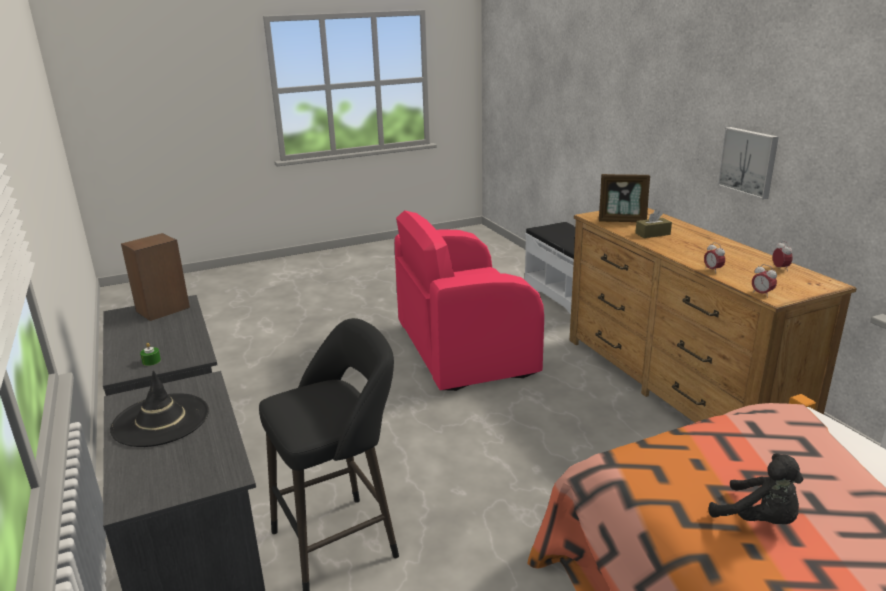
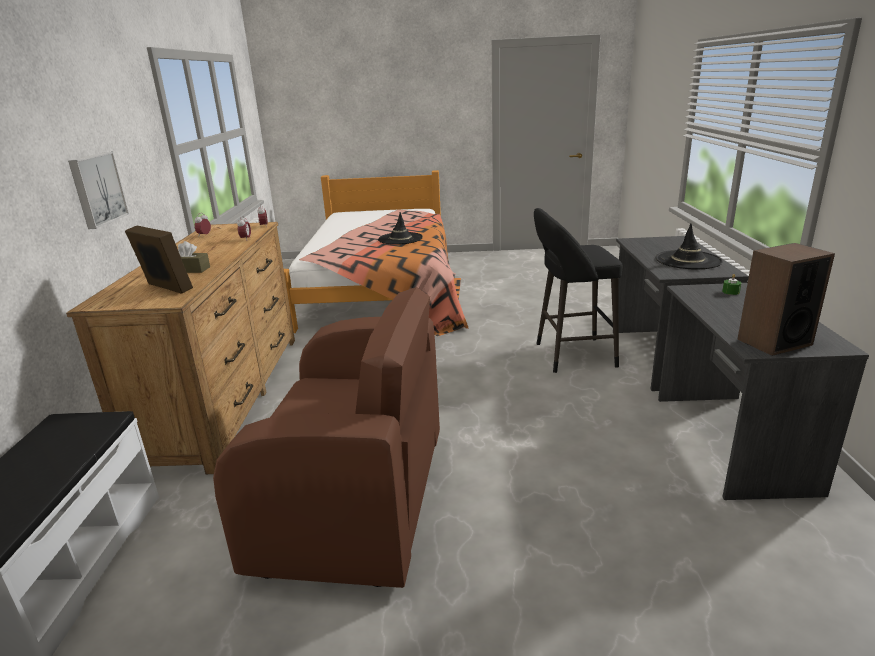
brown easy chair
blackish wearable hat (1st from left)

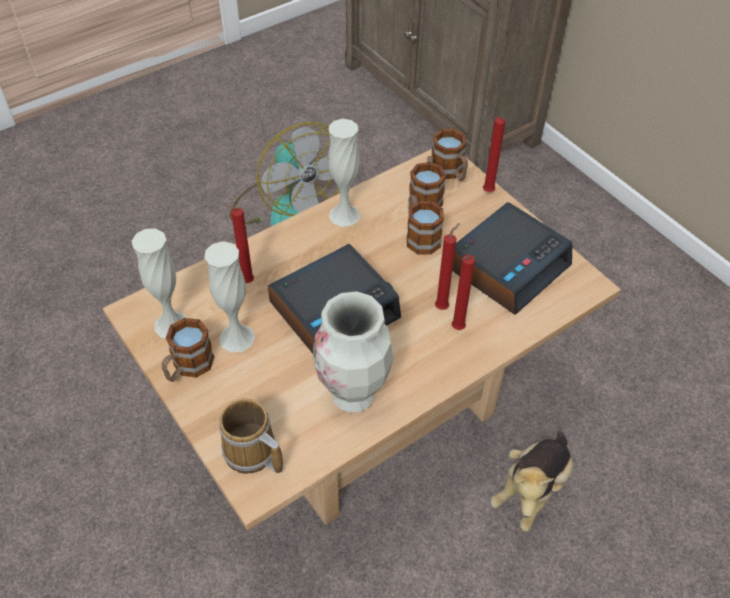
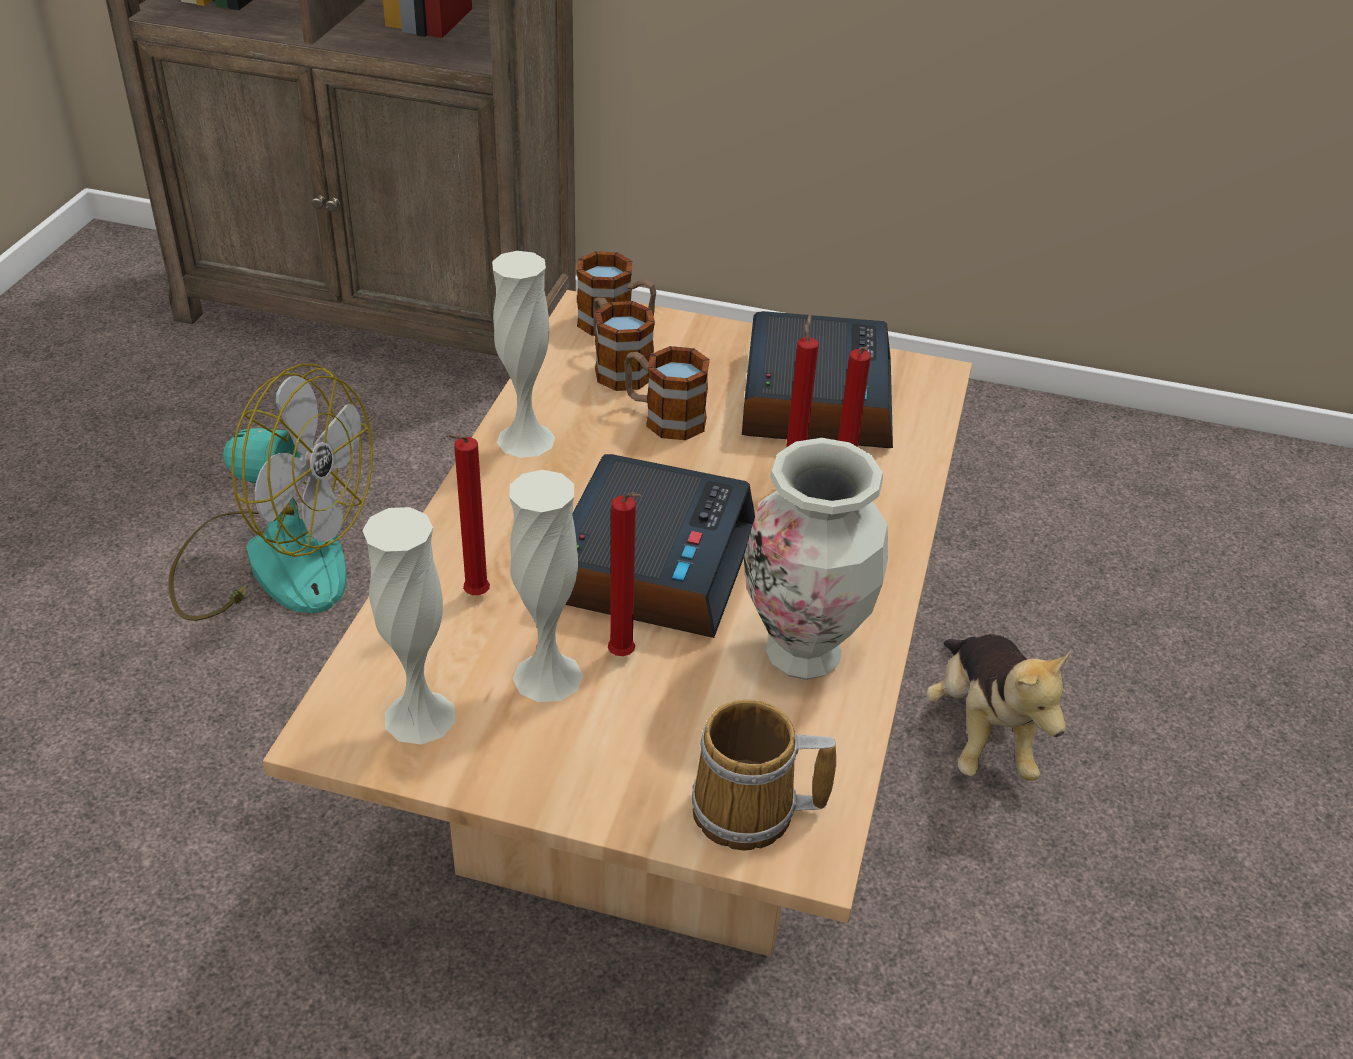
red-coloured candle (2nd from left)
mug (1st from left in the first image)

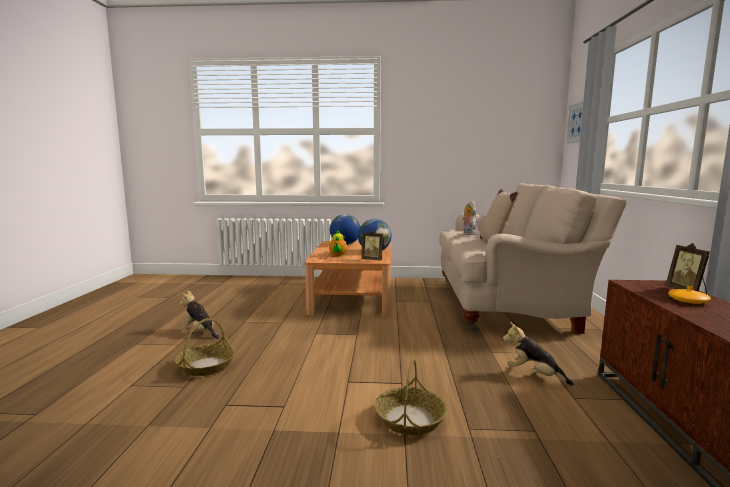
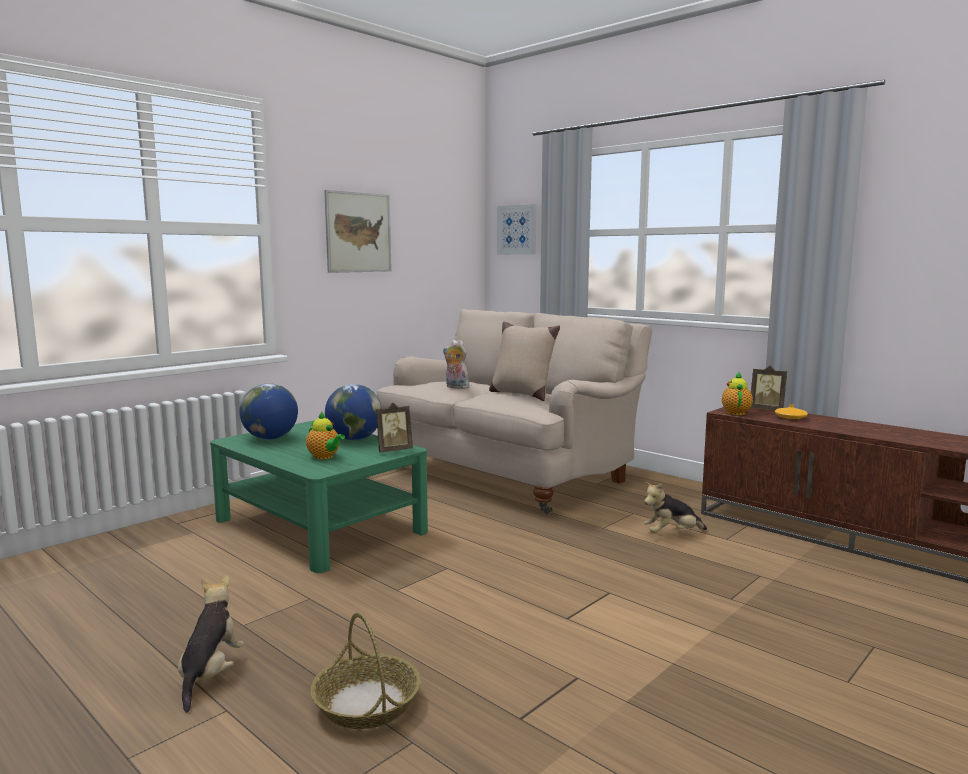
soft toy (1st from left)
greenish coffee table
picture (1st from left)
pot for tea (2nd from left)
household basket (2nd from left in the first image)

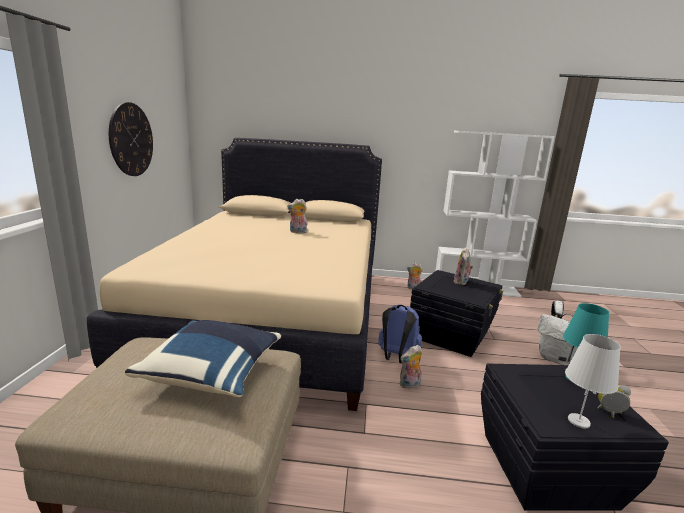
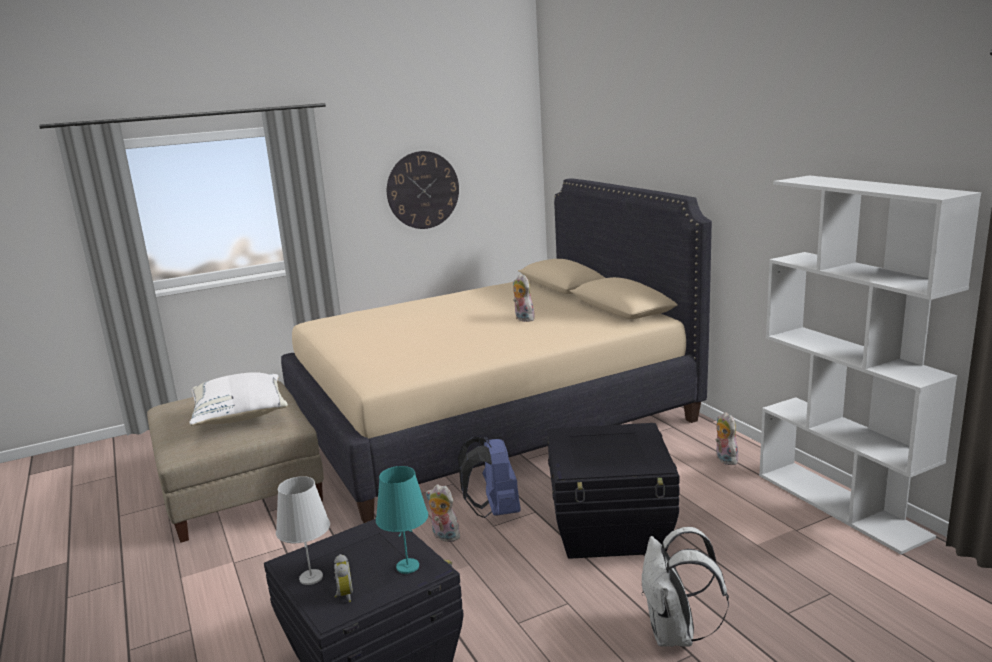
white throw pillow
soft toy (4th from left in the first image)

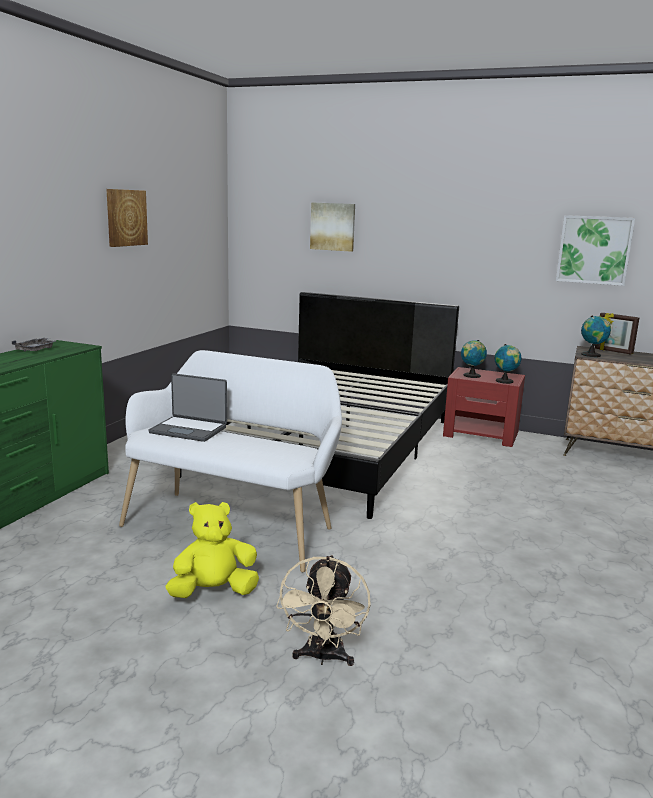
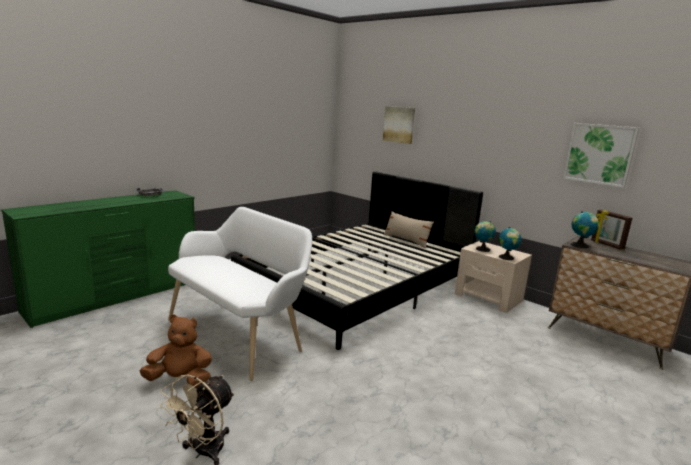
brown soft toy
beige throw pillow
beige nightstand
picture (1st from left in the first image)
portable computer

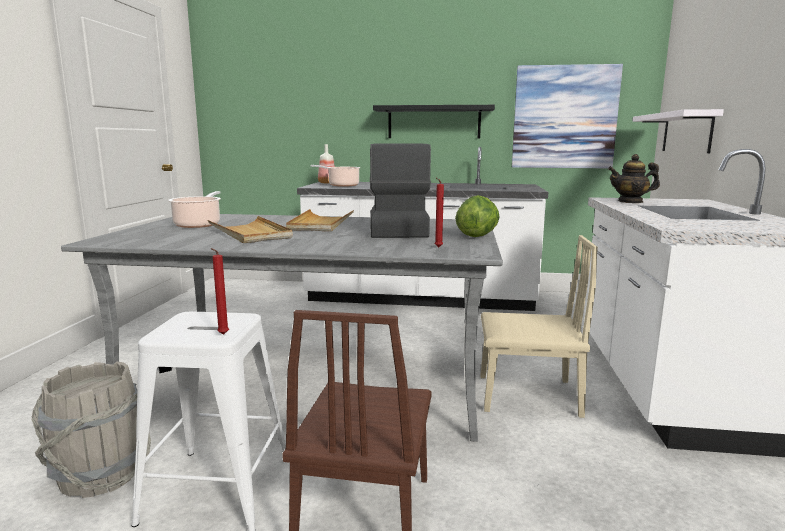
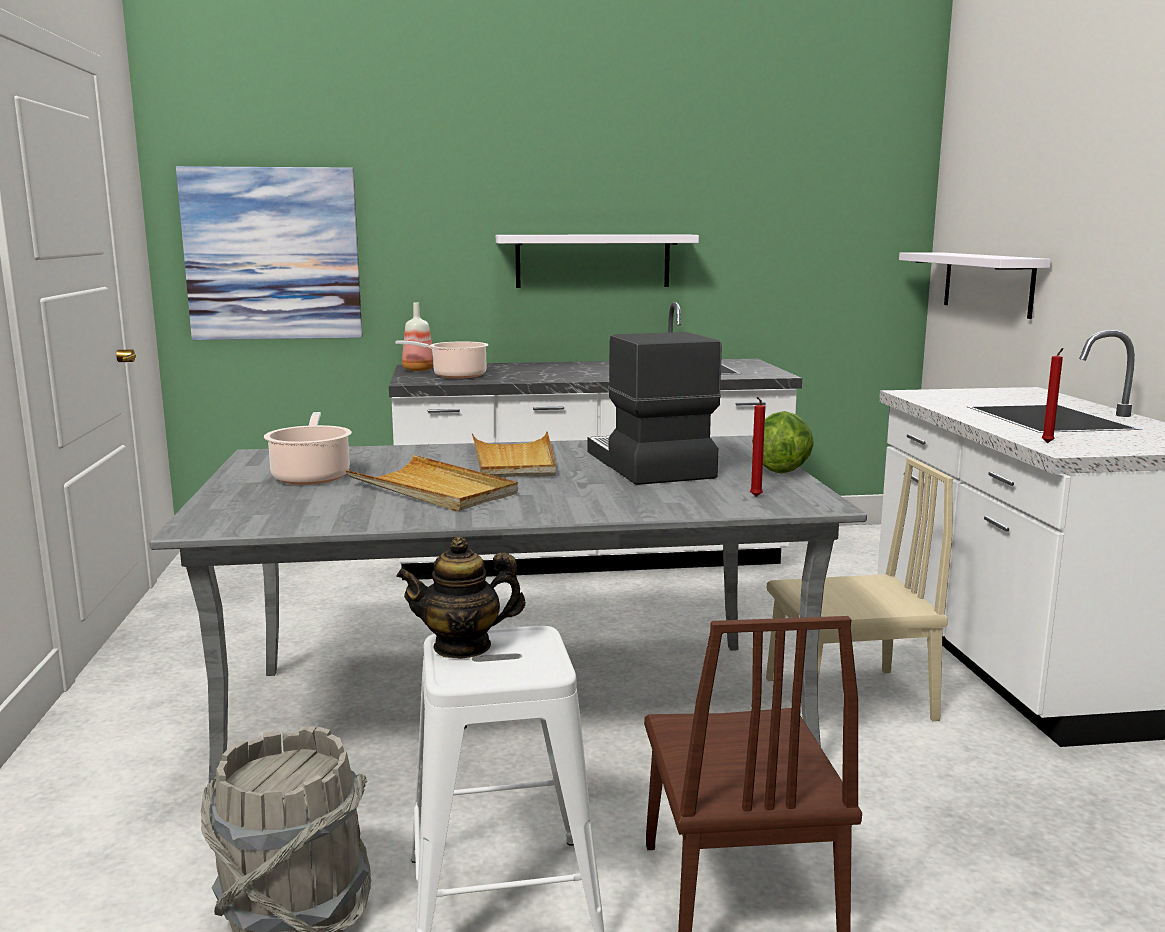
picture
pot for tea
white bracket shelf (1st from left)
red-coloured candle (2nd from left)

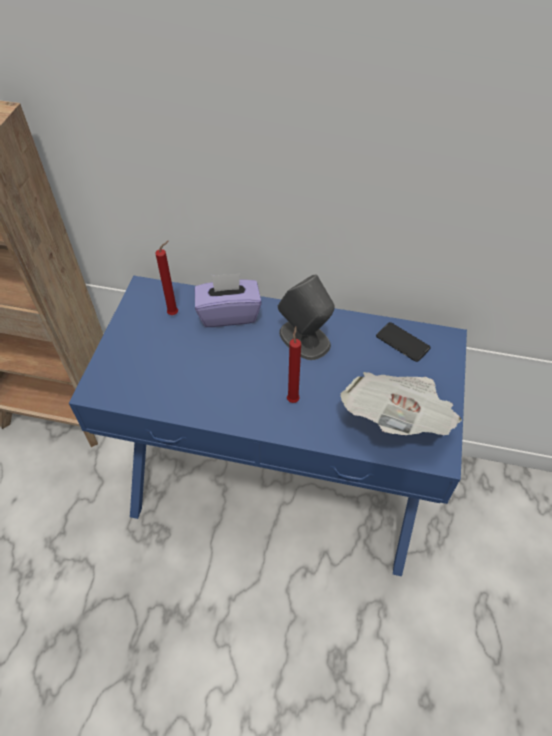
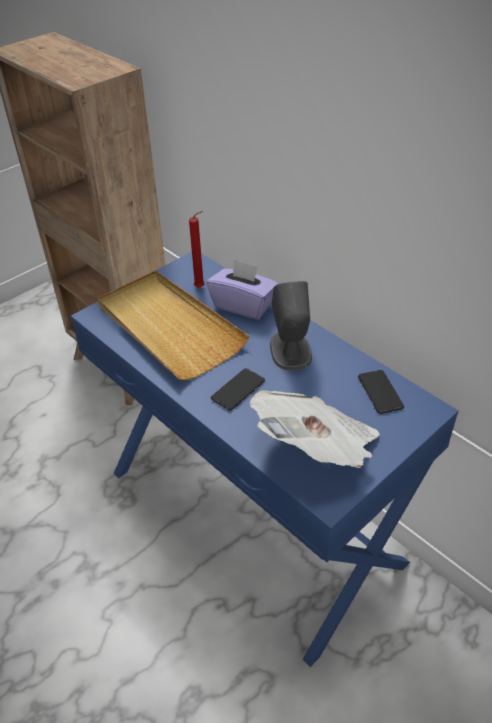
beige tray
handset (1st from left)

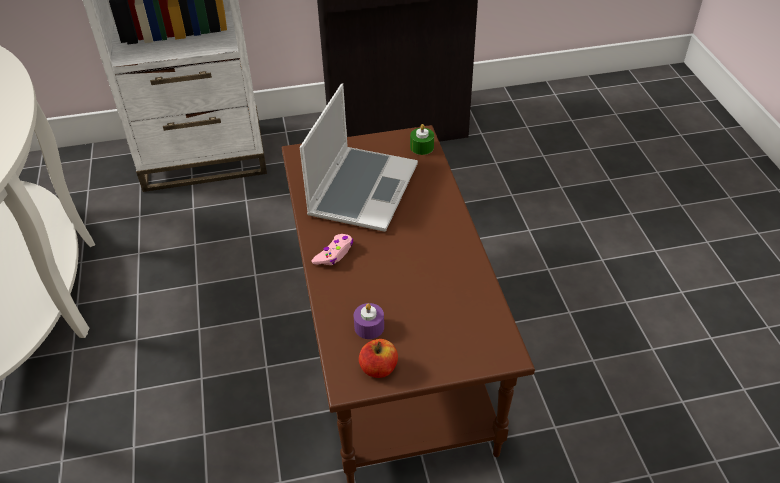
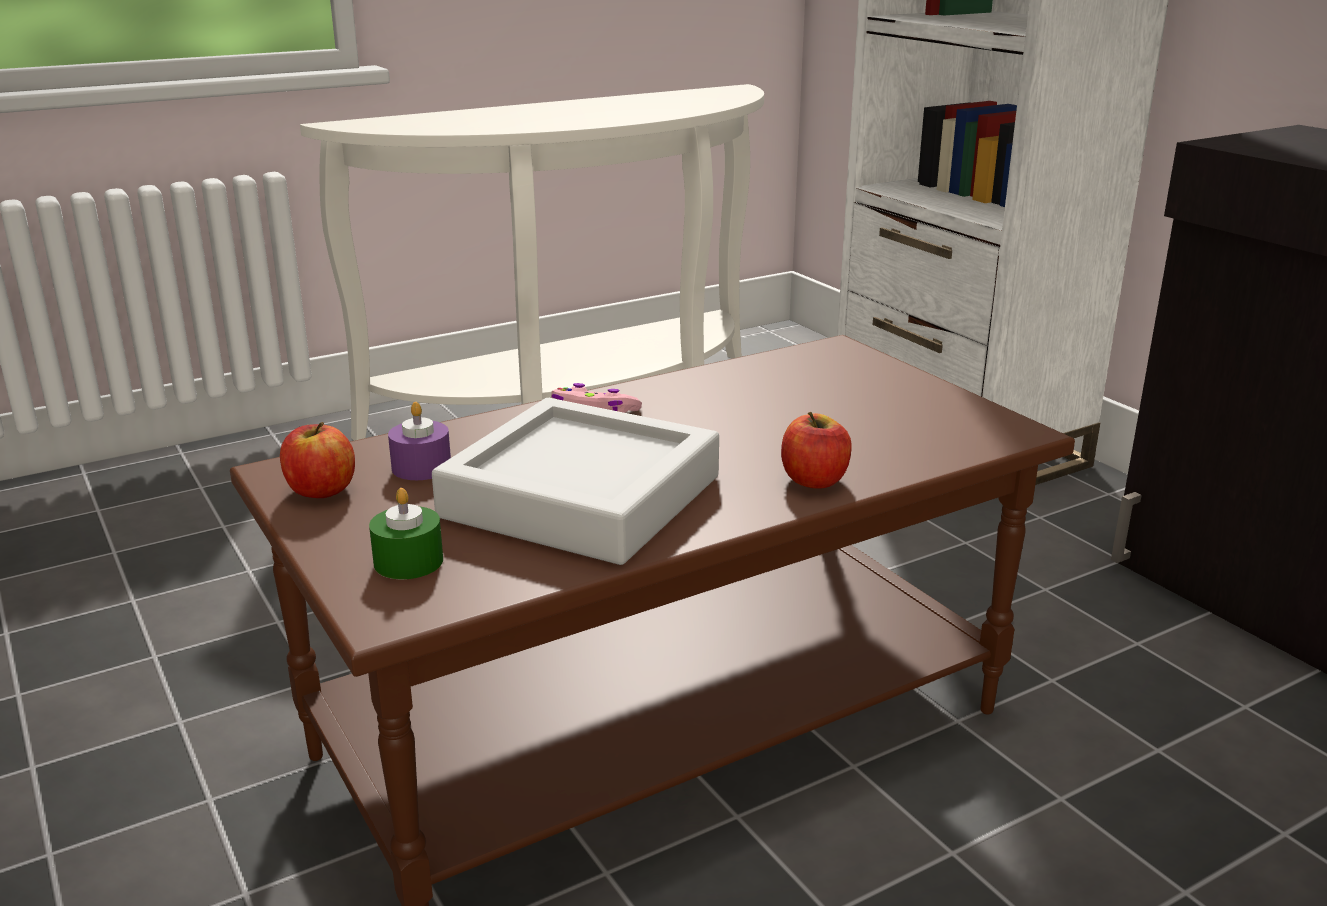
greenish candle
greyish tray
apple (2nd from left)
portable computer

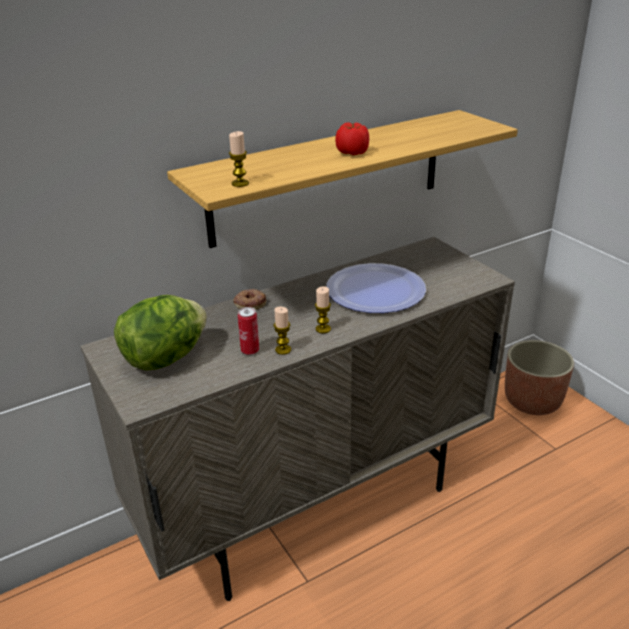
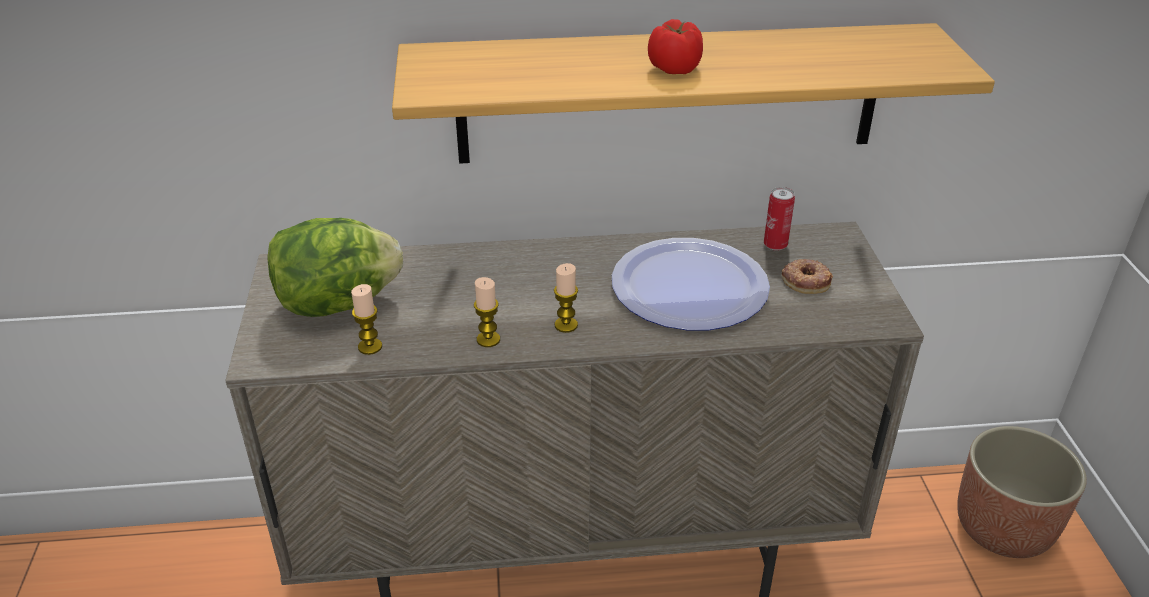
candle (1st from left)
can
doughnut

